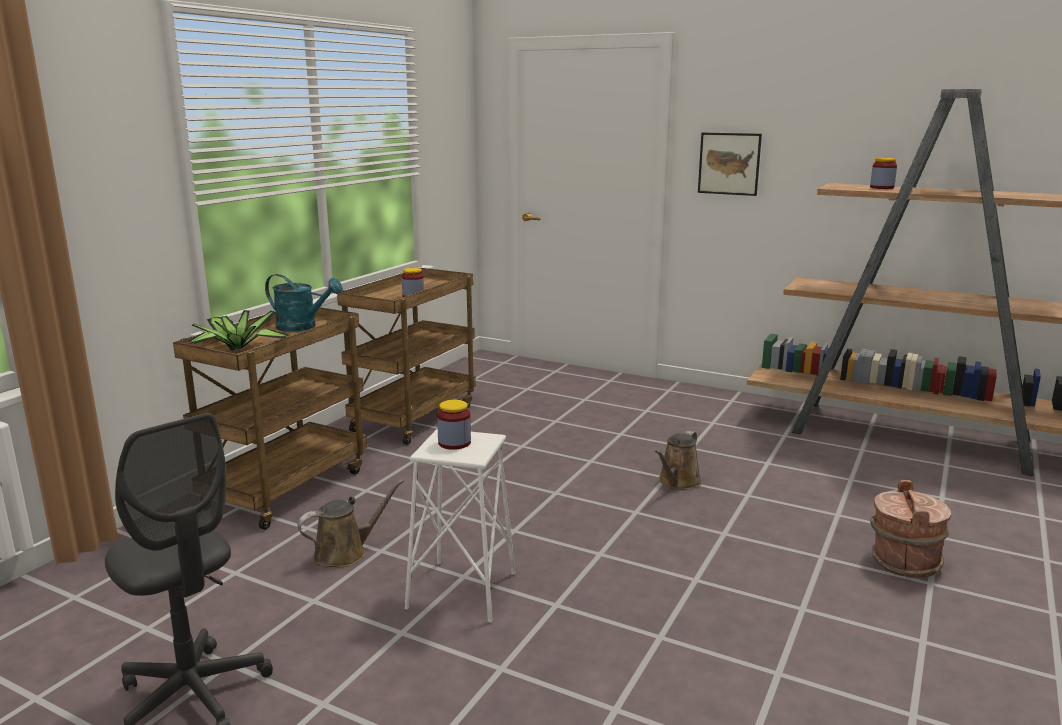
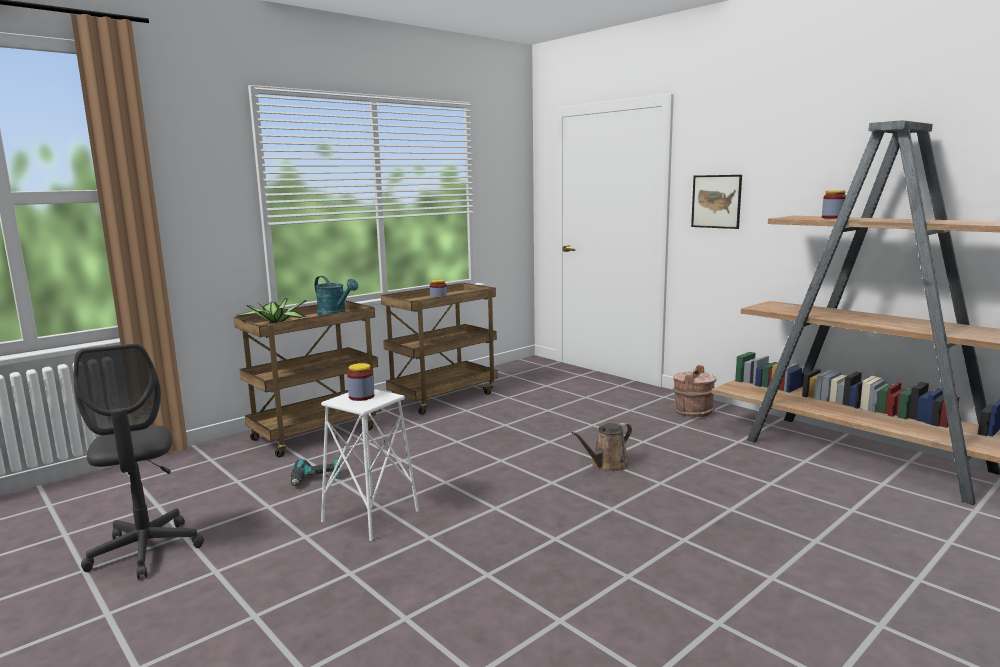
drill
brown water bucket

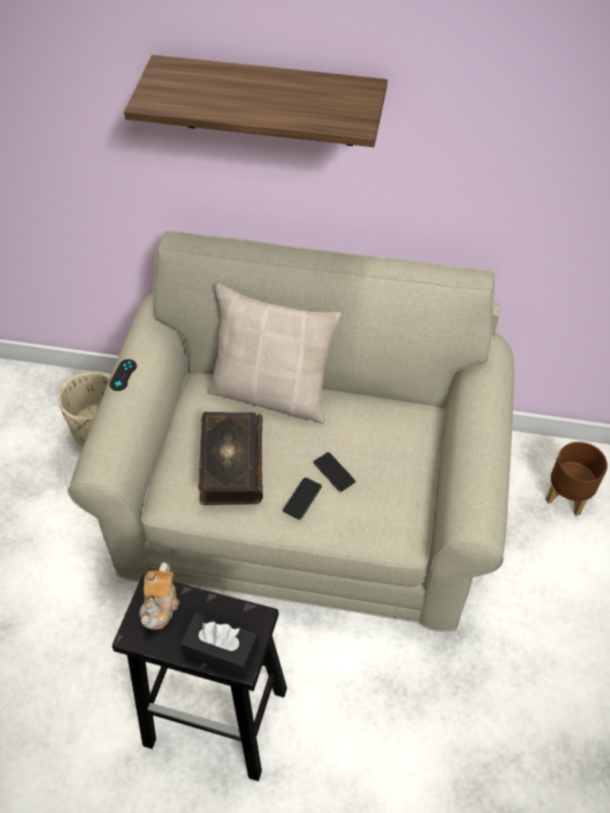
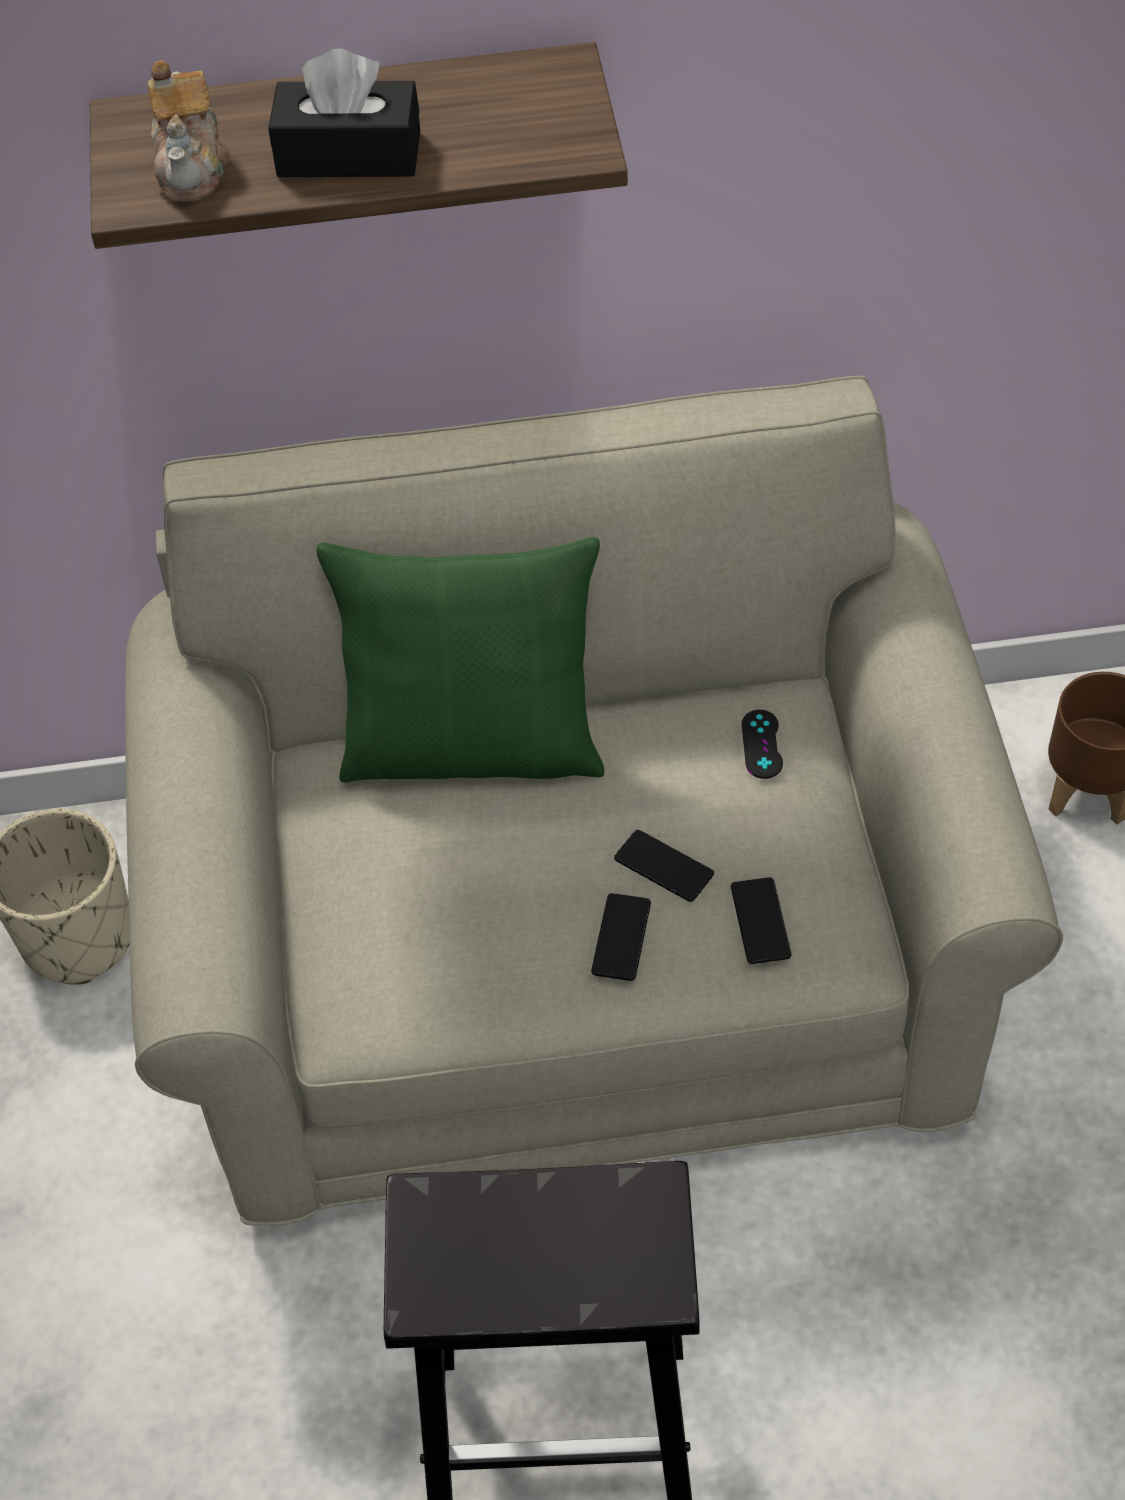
pot for tea
blackish tissue box
greenish throw pillow
handset (3rd from left)
blackish gamepad
book

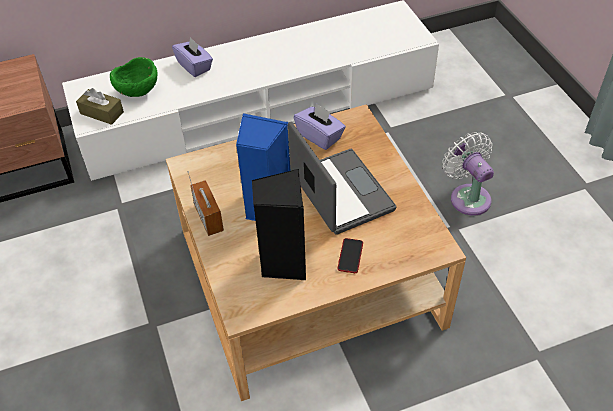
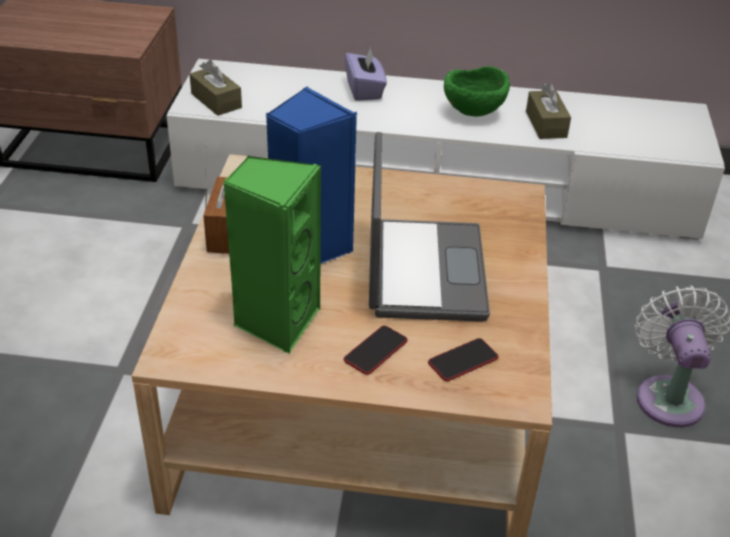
greenish speaker
handset (2nd from left)
greenish deep dish
brown tissue box (2nd from left)
purplish tissue box (2nd from left in the first image)

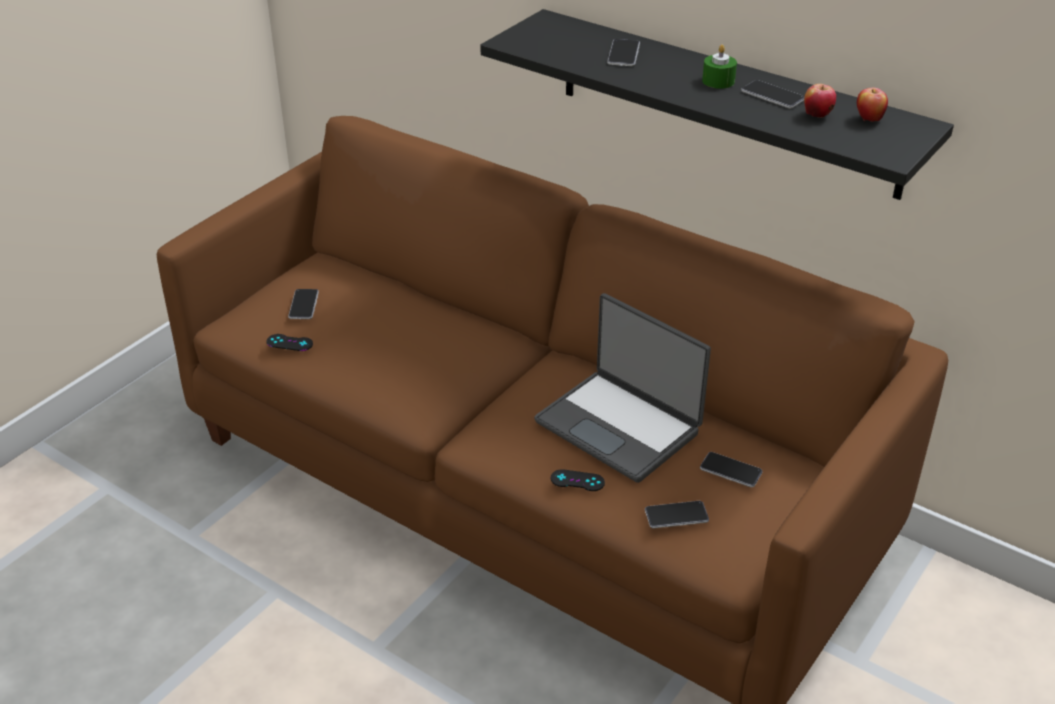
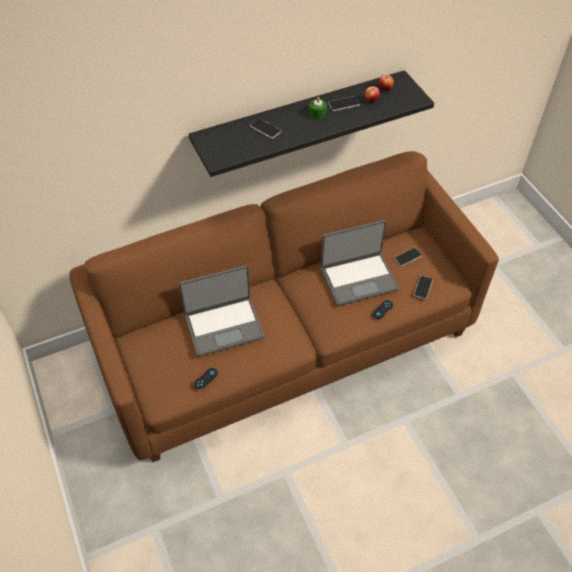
portable computer (1st from left)
handset (1st from left in the first image)

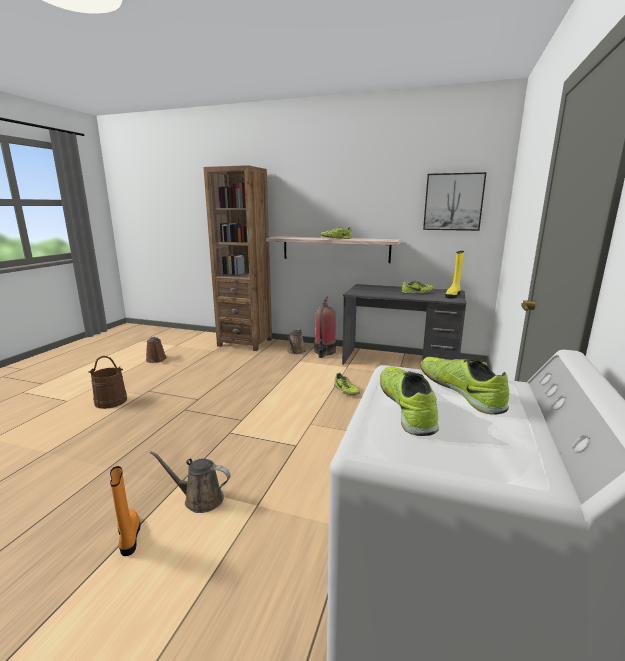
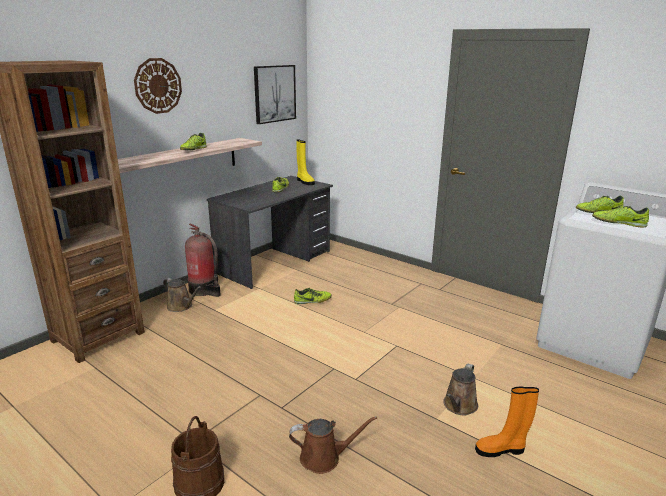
clock on the wall
brown watering can (2nd from left)

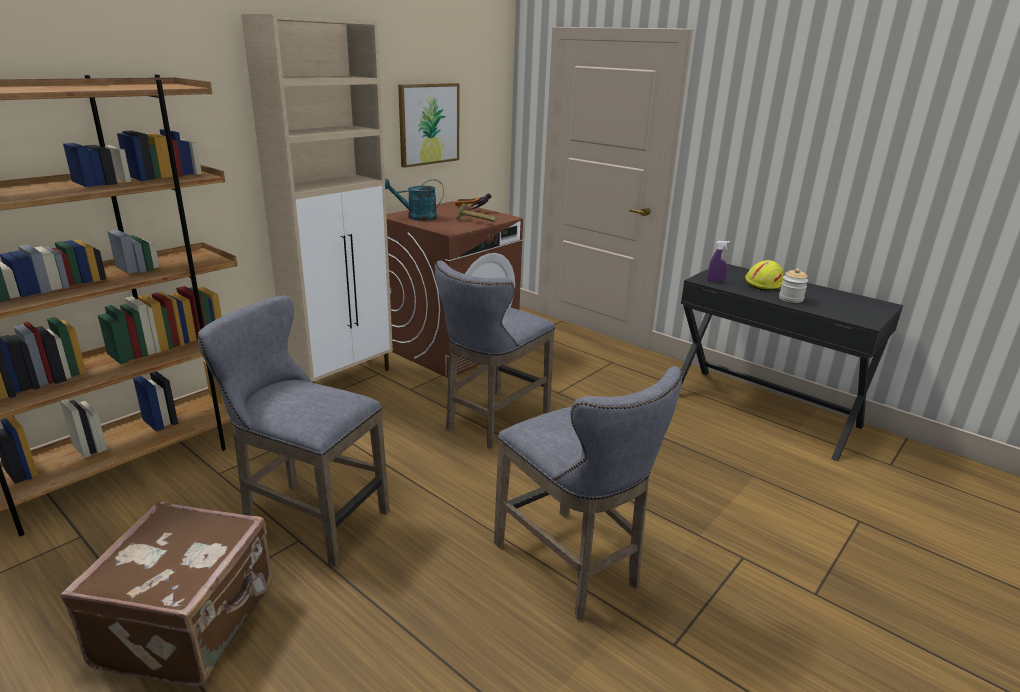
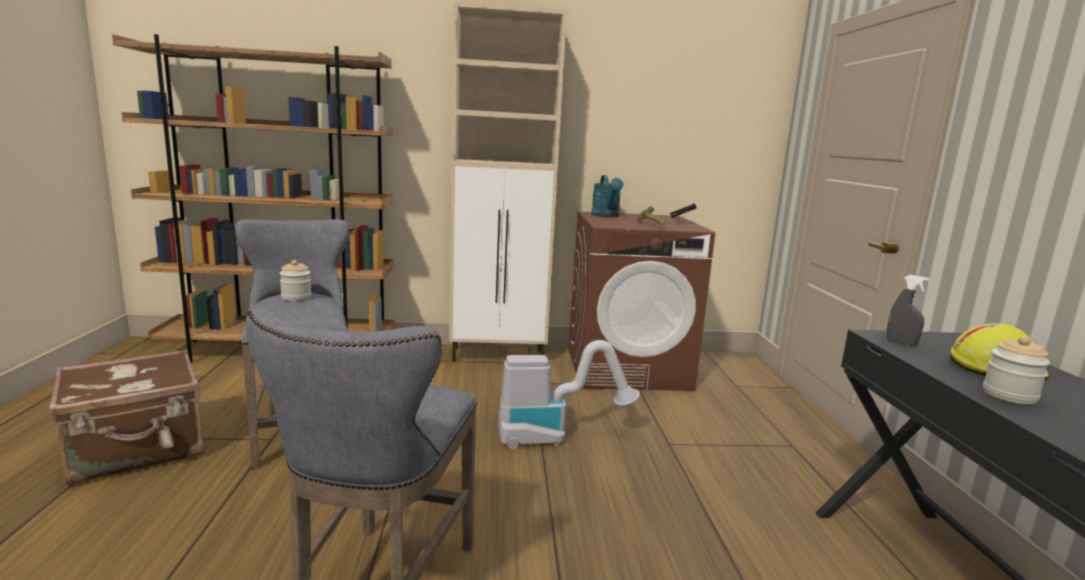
jar (1st from left)
hoover
turquoise-coloured watering can
greyish hand sprayer
picture

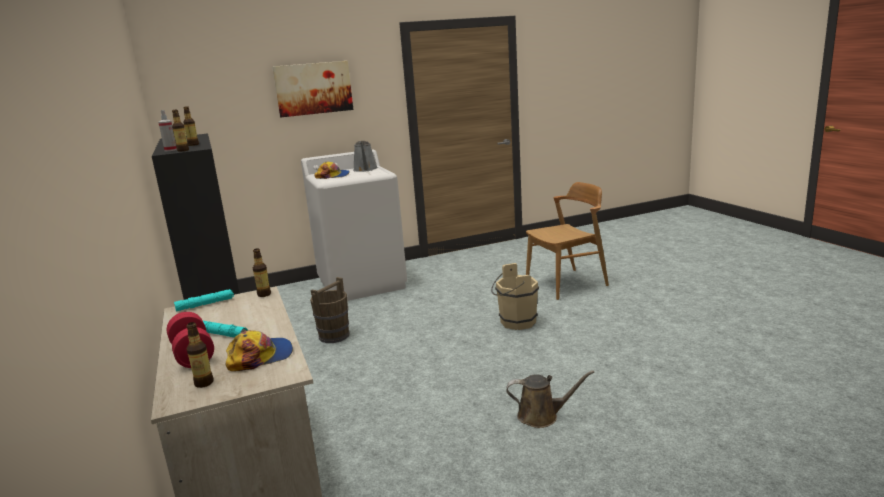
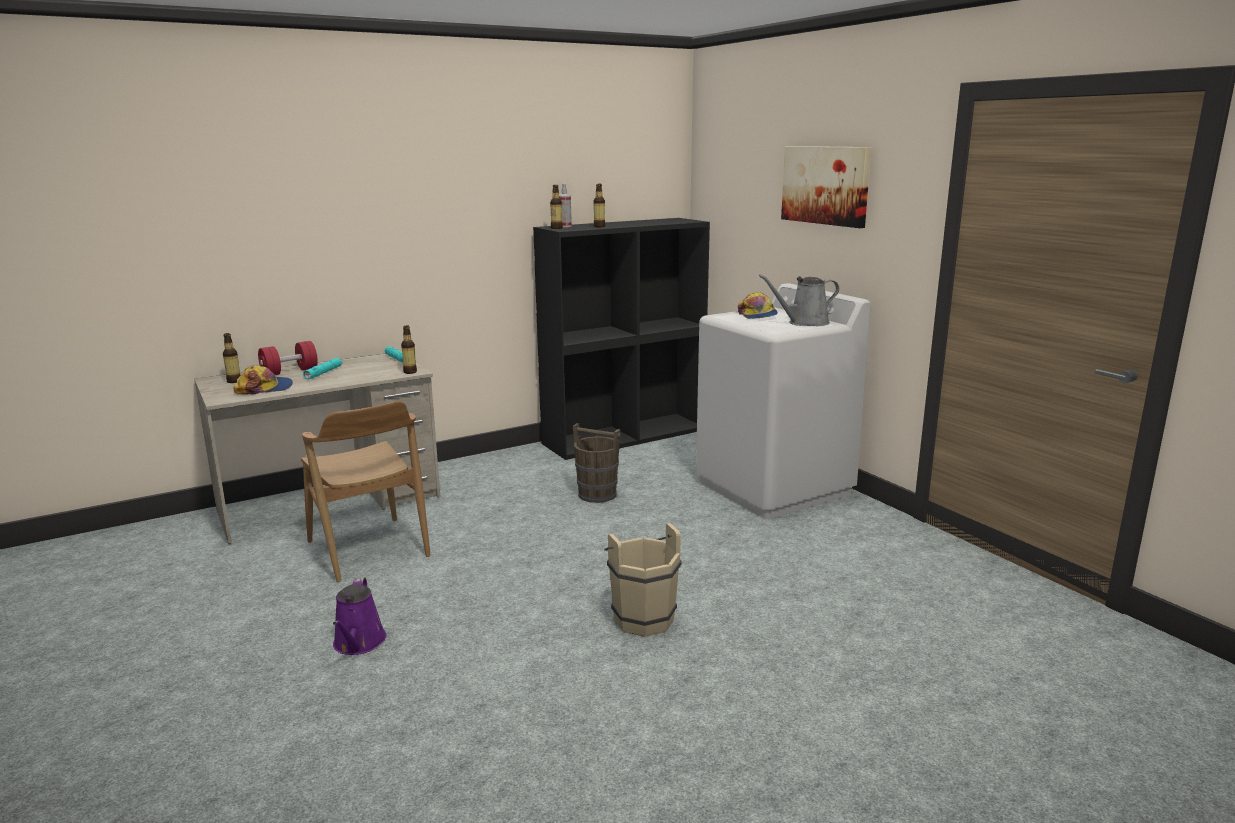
cap (1st from left)
brown chair
purplish watering can

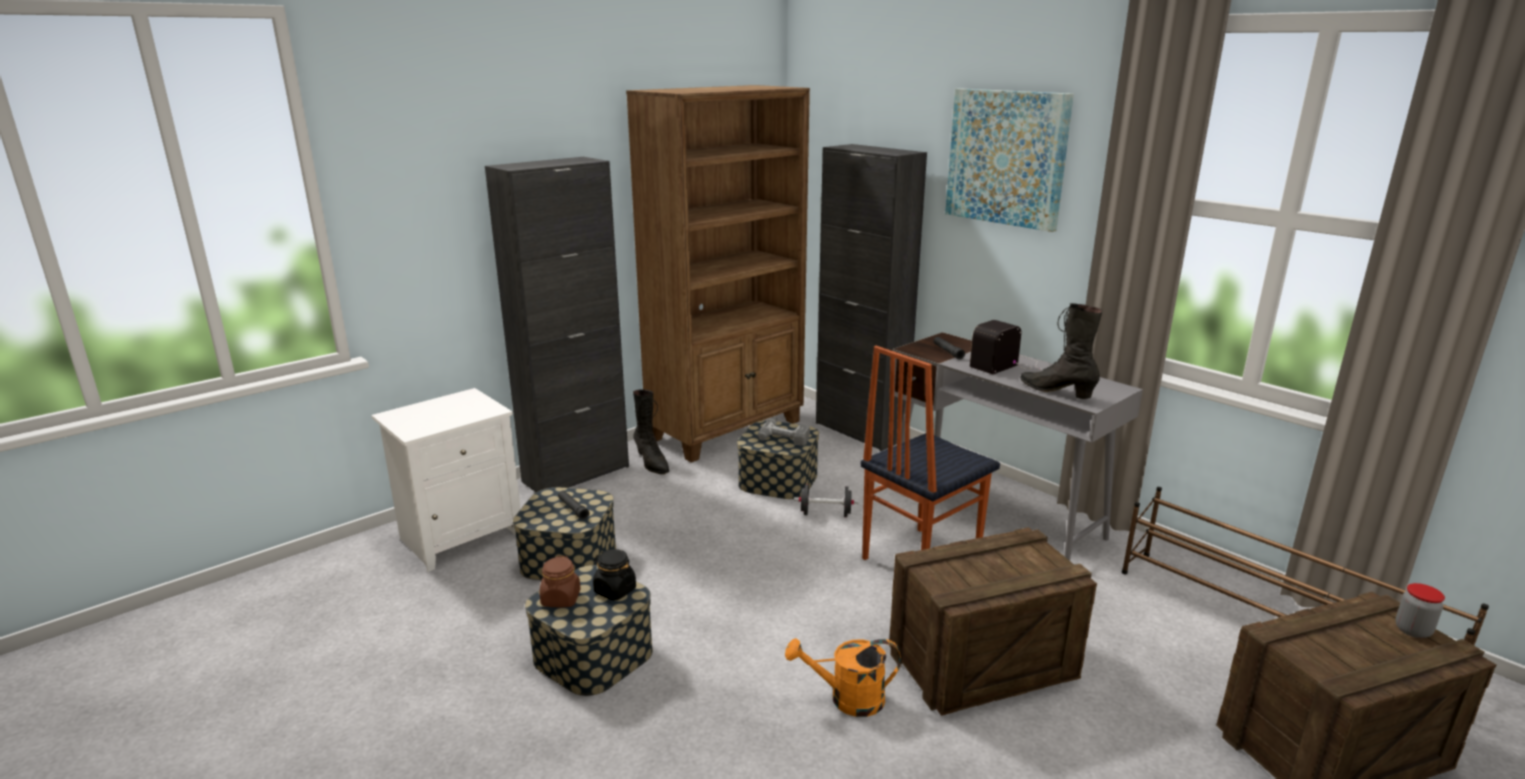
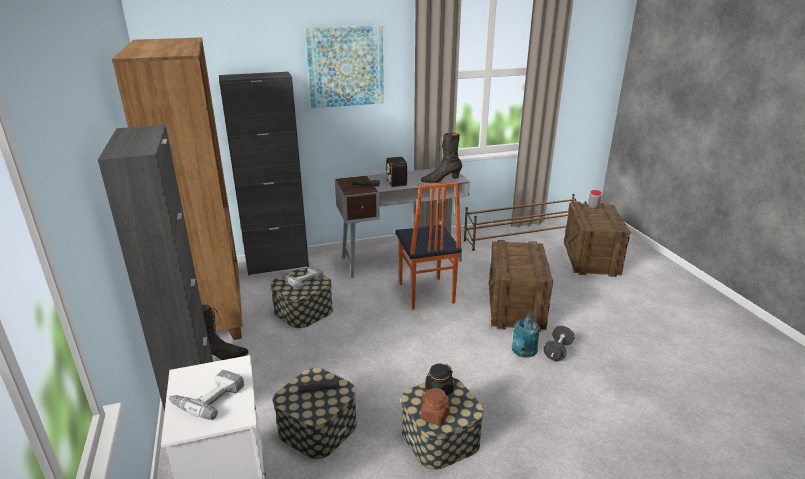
drill (1st from left)
turquoise-coloured watering can
blackish dumbbell

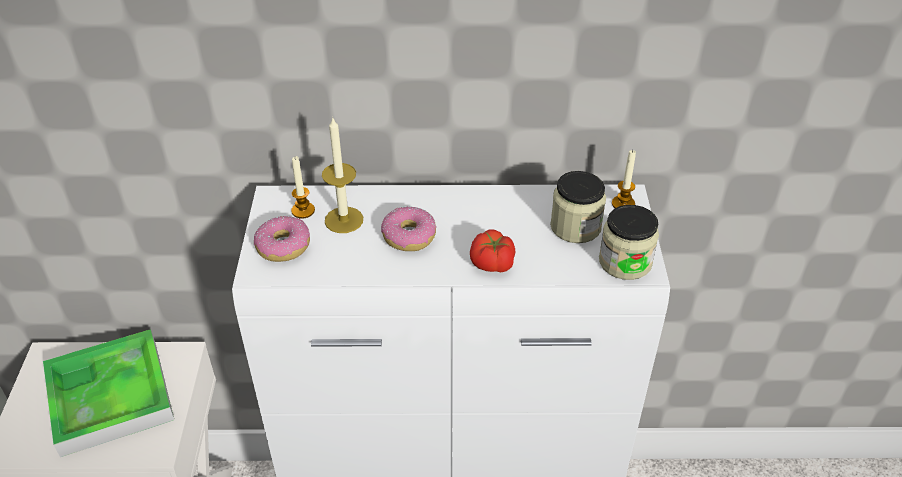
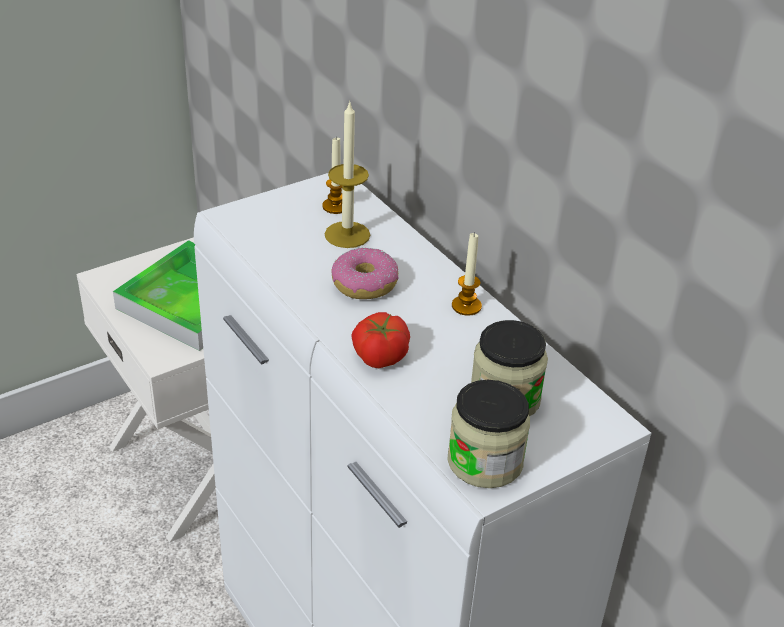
candle (3rd from left)
doughnut (1st from left in the first image)

